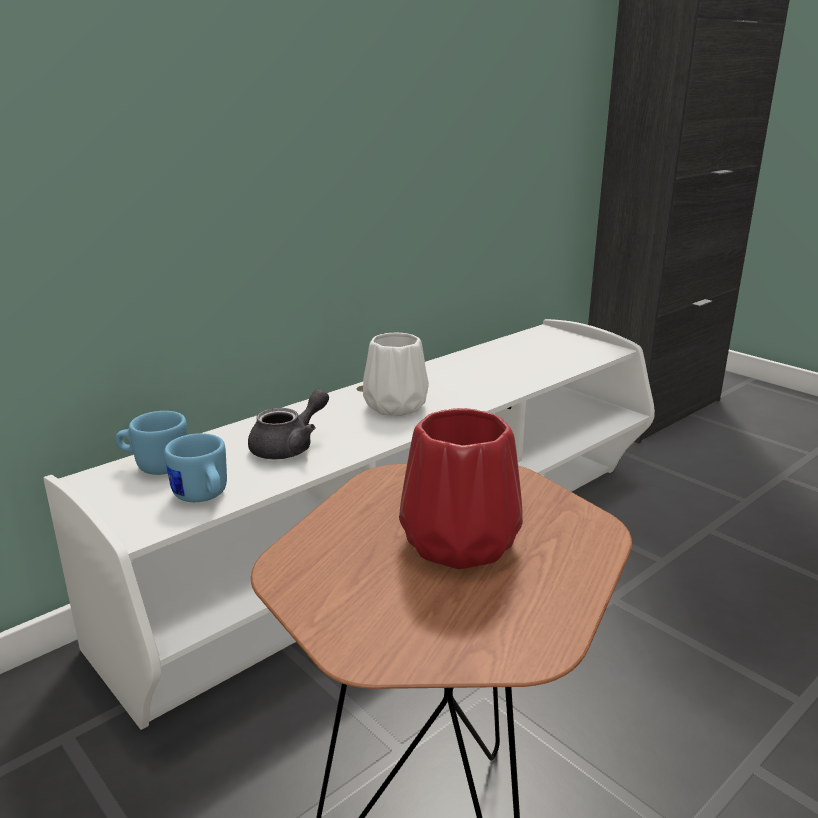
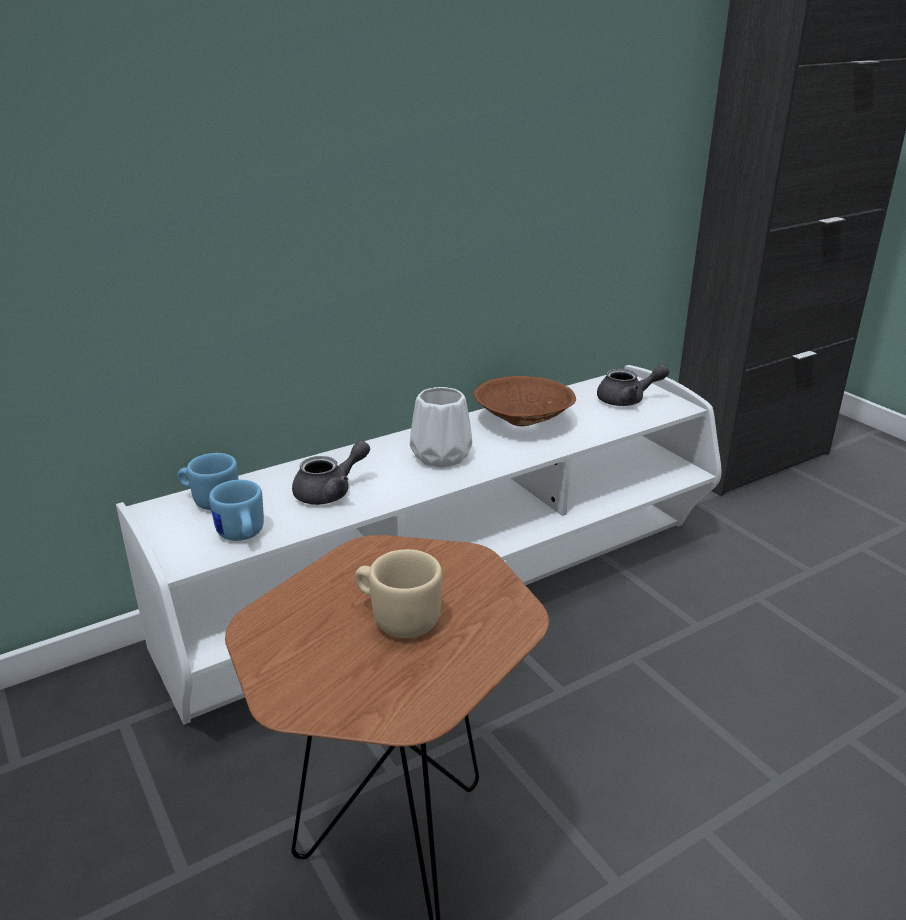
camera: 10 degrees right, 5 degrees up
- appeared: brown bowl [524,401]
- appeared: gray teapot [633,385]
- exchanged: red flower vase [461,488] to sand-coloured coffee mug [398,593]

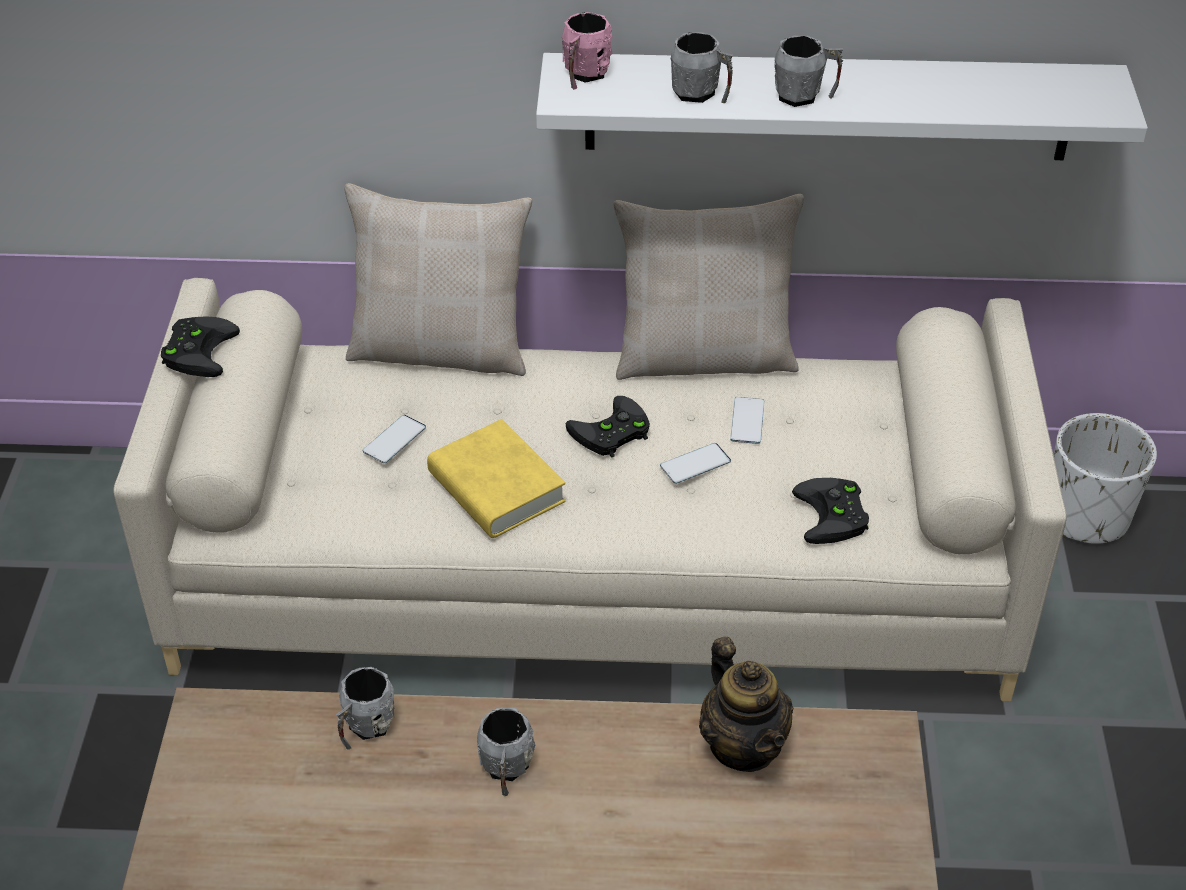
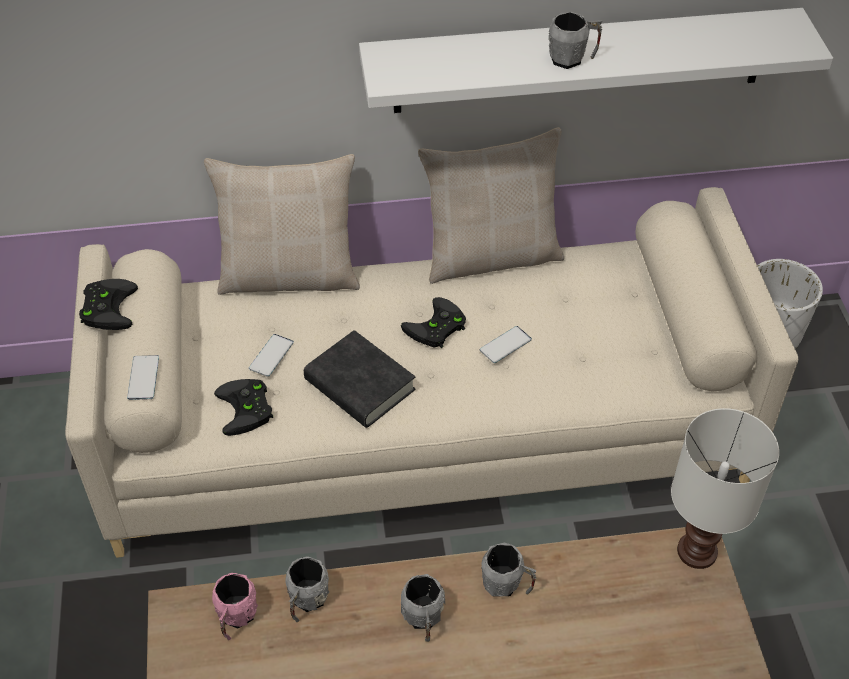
camera: 10 degrees left, 5 degrees up
- missing: teapot [746,704]
- appeared: whitish lamp for a table [725,488]
- relocated: pink coffee mug [587,51] to [235,606]
- relocated: gray coffee mug [702,67] to [509,569]
- relocated: phone [747,420] to [143,377]
- relocated: black joypad [830,511] to [243,407]
- colour: yellow-coloured volume [496,478] to black volume [359,379]

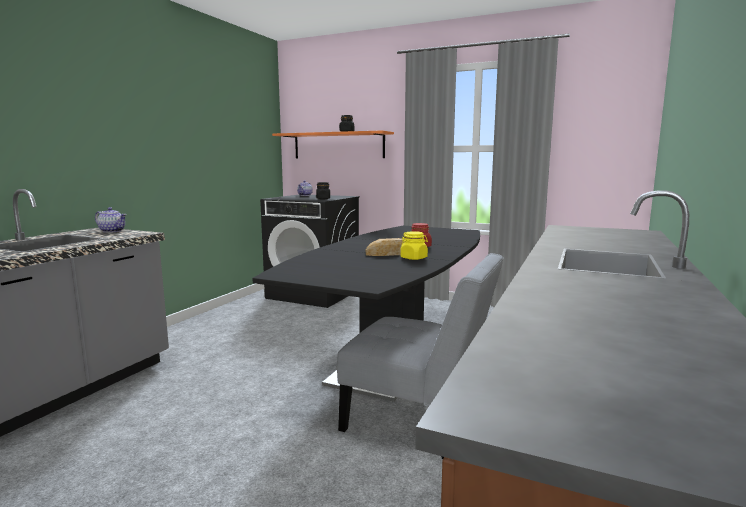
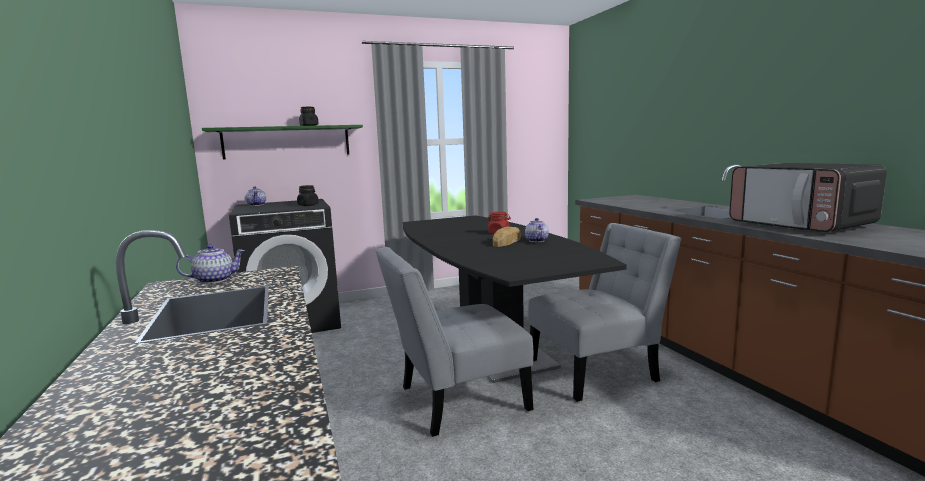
camera: 45 degrees left, 0 degrees up
- appeared: gray upright chair [454,342]
- appeared: microwave [808,197]
- exchanged: yellow-coloured storage jar [414,245] to teapot [537,230]
- colour: orange shelf [333,144] to green shelf [282,142]

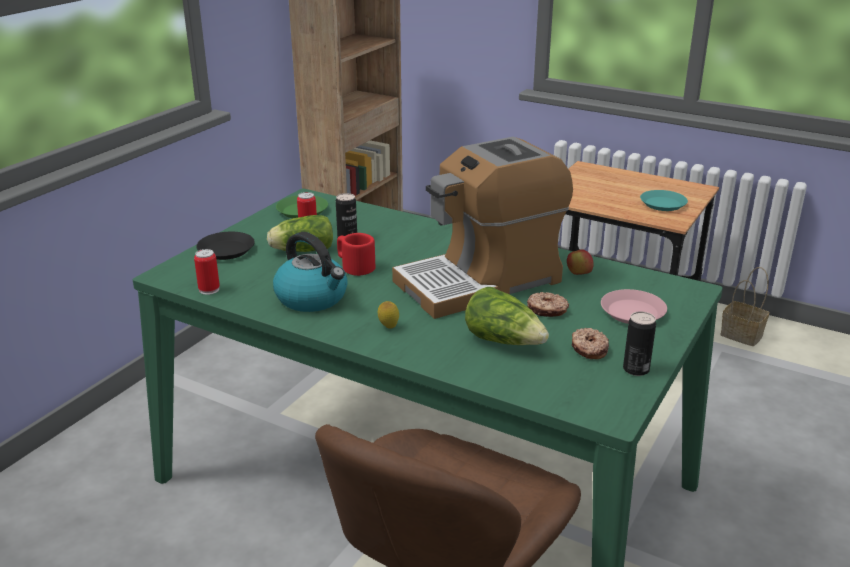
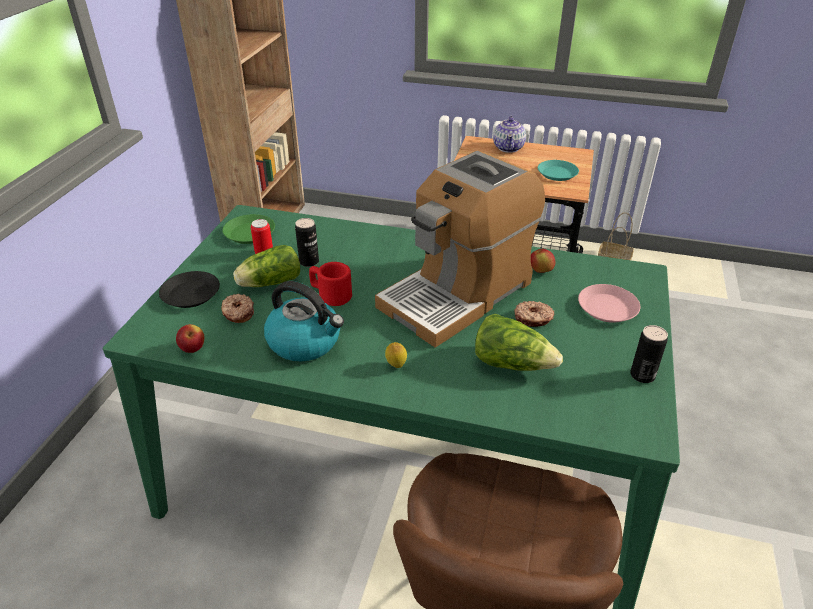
camera: 15 degrees left, 10 degrees up
- appeared: teapot [509,134]
- relocated: doughnut [590,343] to [237,308]
- exchanged: metal can [207,272] to whole apple [190,338]

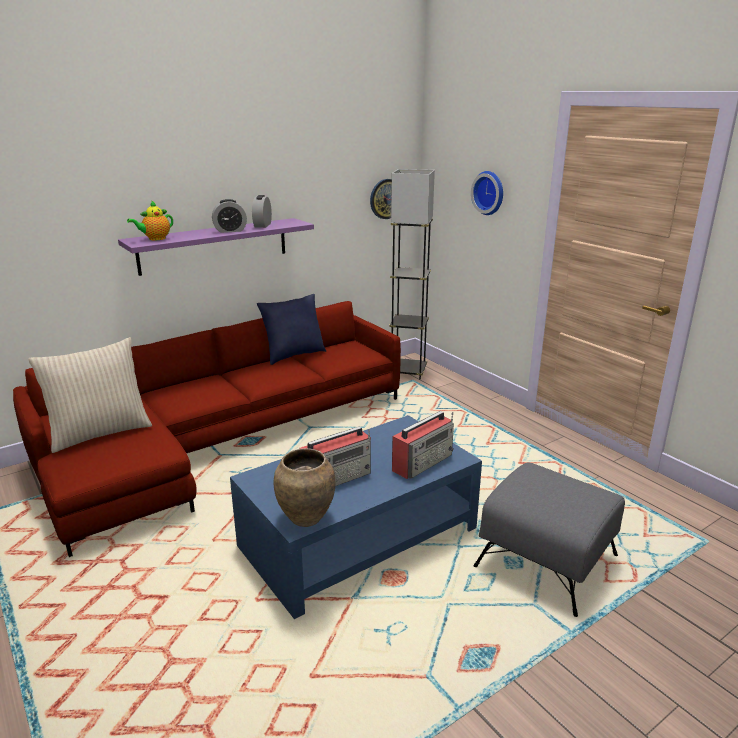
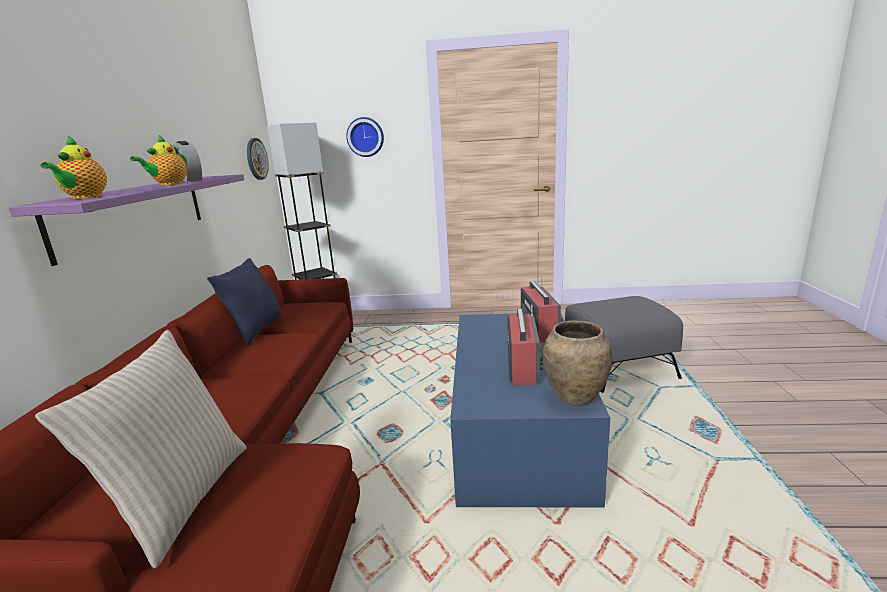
camera: 50 degrees left, 5 degrees down
- exchanged: alarm clock [229,216] to teapot [158,159]

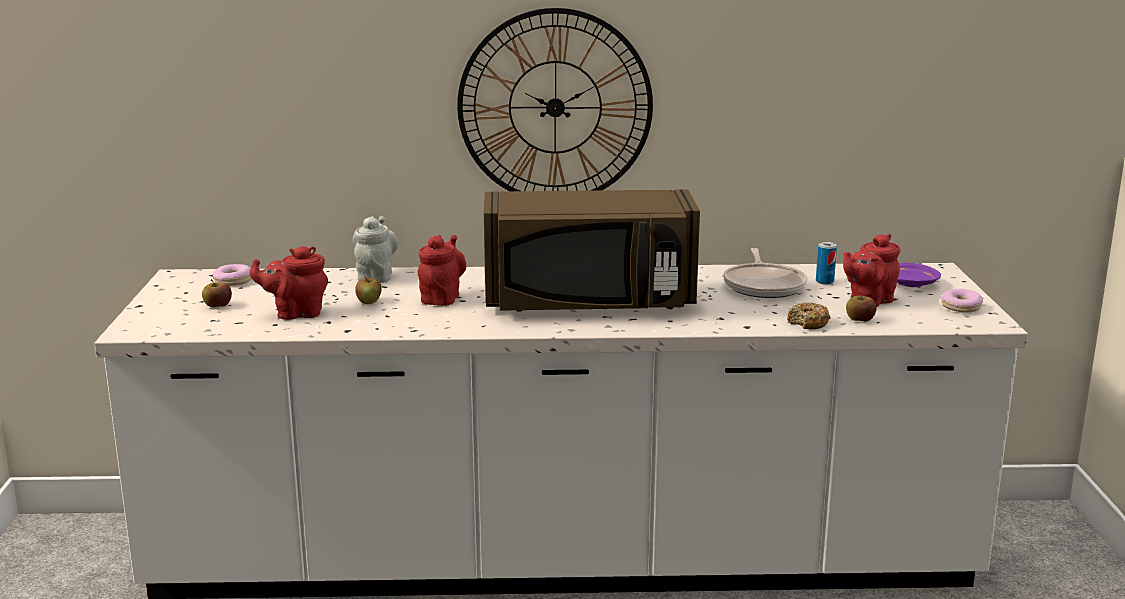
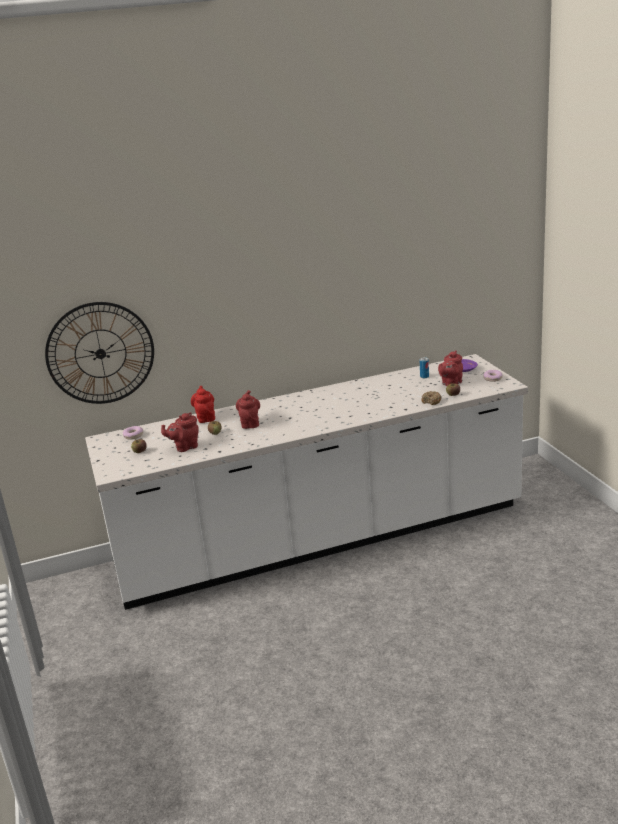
camera: 15 degrees left, 5 degrees up
- missing: brown microwave [592,250]
- missing: pan [765,273]
- relocated: clock on the wall [555,99] to [99,353]
- colour: gray teapot [375,249] to red teapot [203,404]

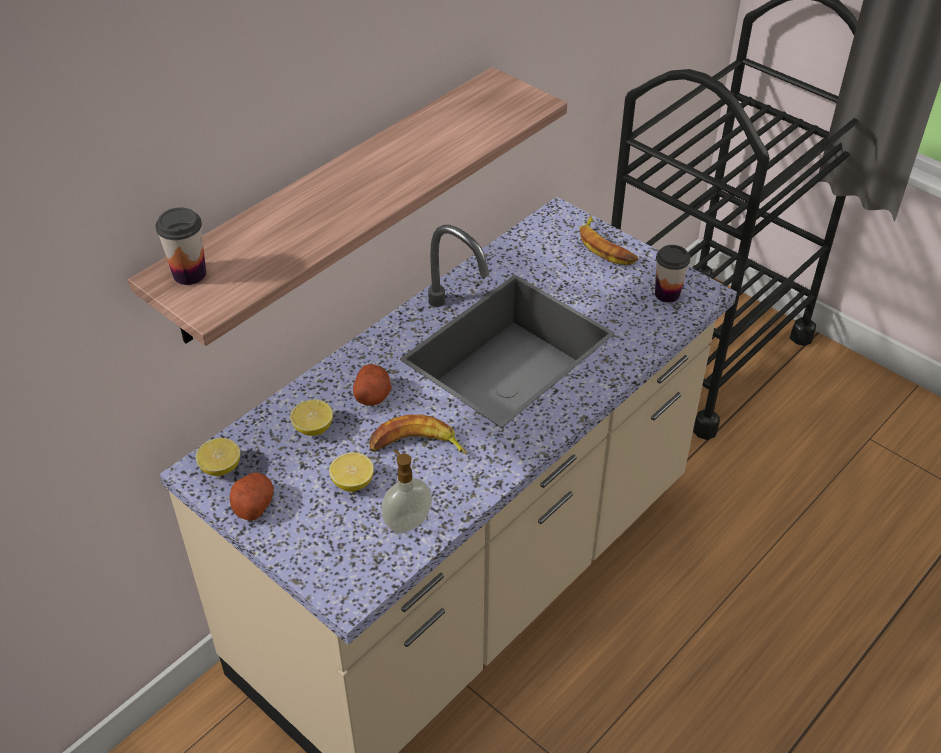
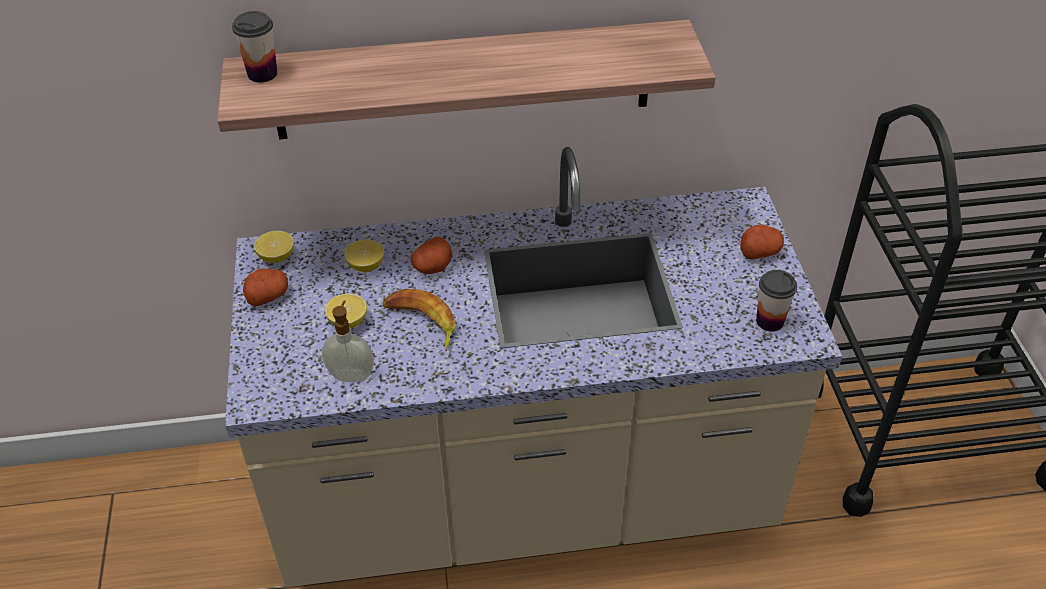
camera: 40 degrees right, 0 degrees up
- exchanged: banana [608,240] to whole potato [762,241]

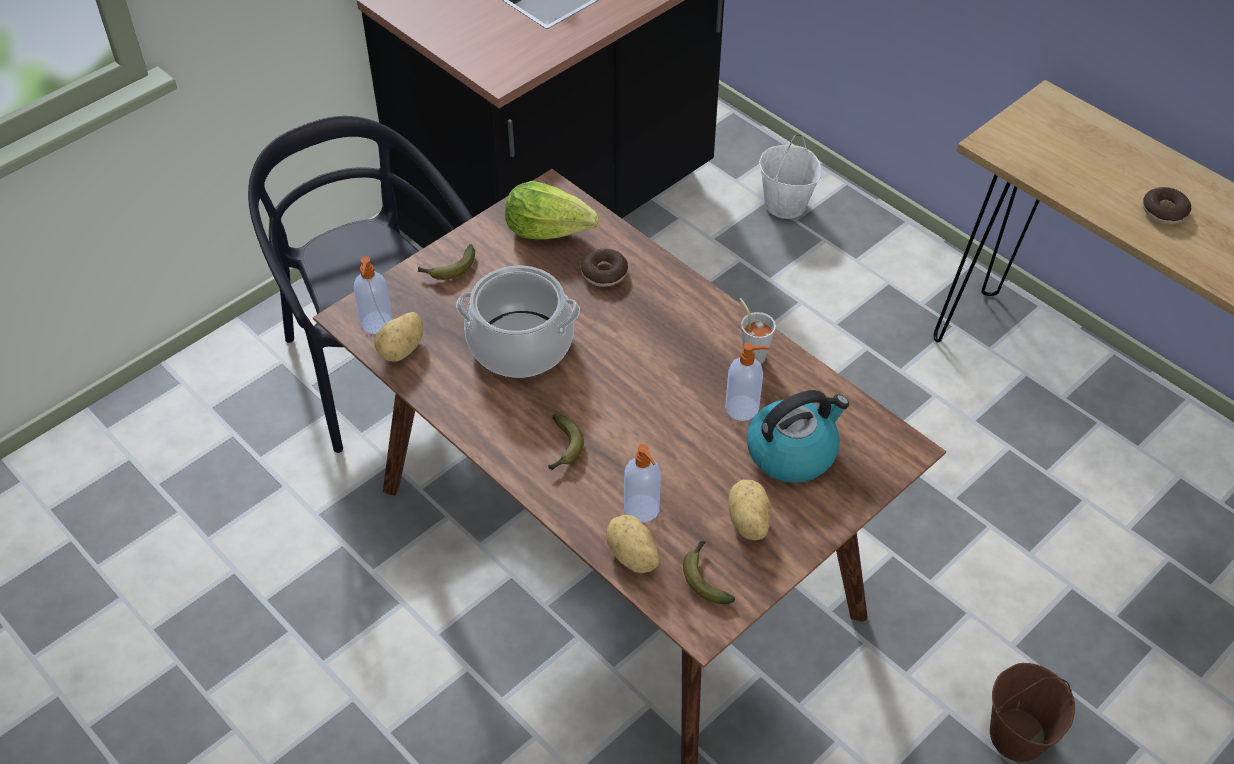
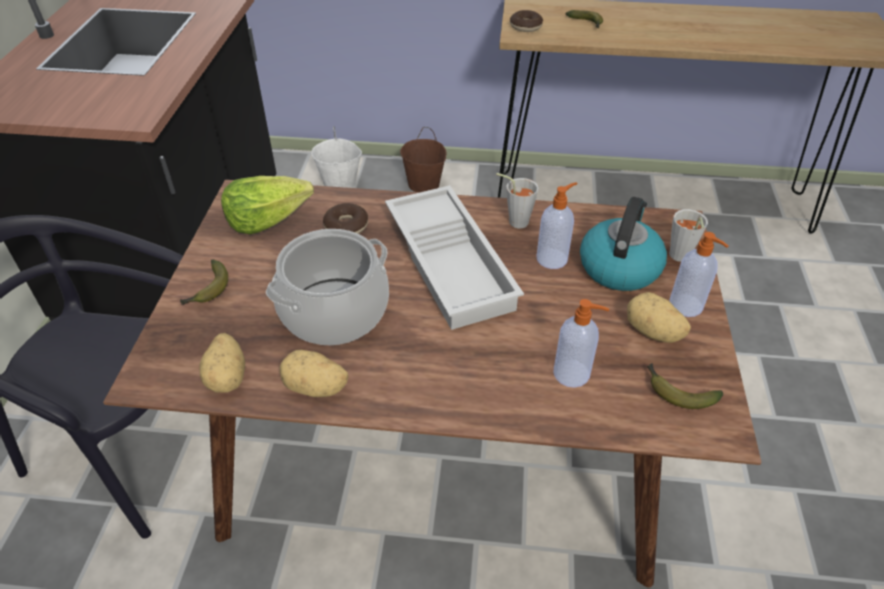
camera: 40 degrees left, 5 degrees down
- appeared: whitish tray [454,257]
- appeared: gray small cup [688,235]
- relocated: soap bottle [373,295] to [698,274]
- relocated: banana [566,442] to [584,19]
- relocated: whole potato [632,544] to [314,373]
- relocated: brown pail [1032,712] to [423,159]
- relocated: doughnut [1167,205] to [526,21]

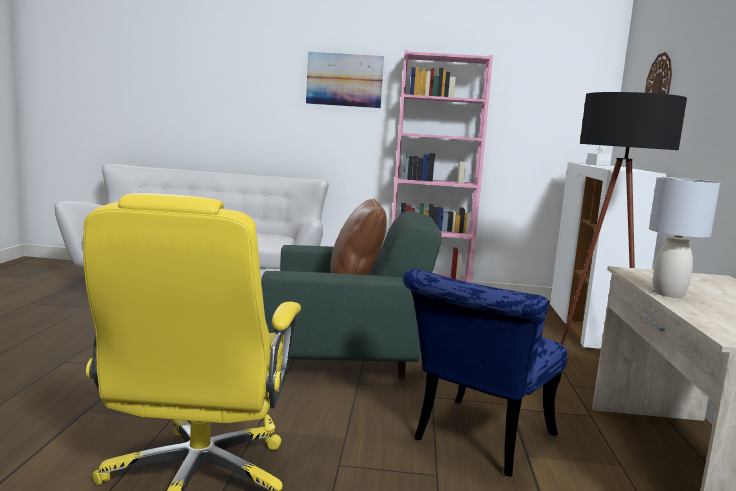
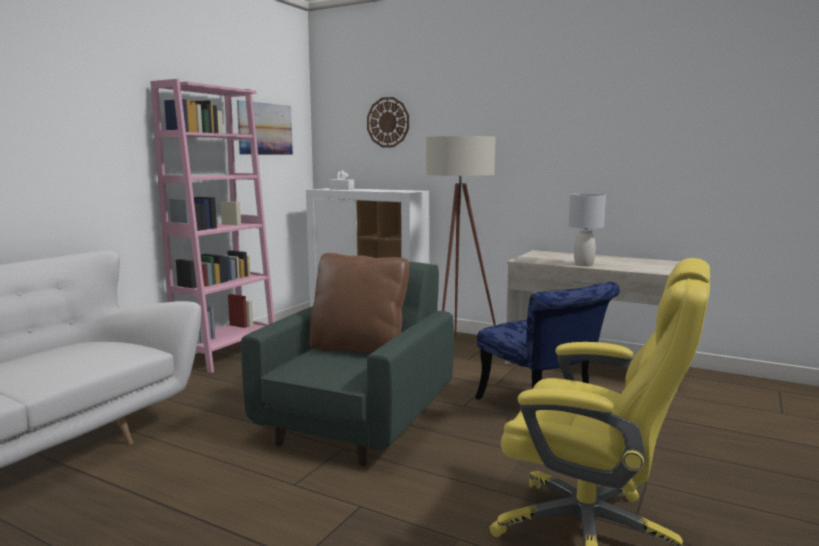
camera: 65 degrees left, 0 degrees up
- relocated: wall art [345,80] to [265,127]
- colour: black standard lamp [623,218] to sand-coloured standard lamp [461,236]

